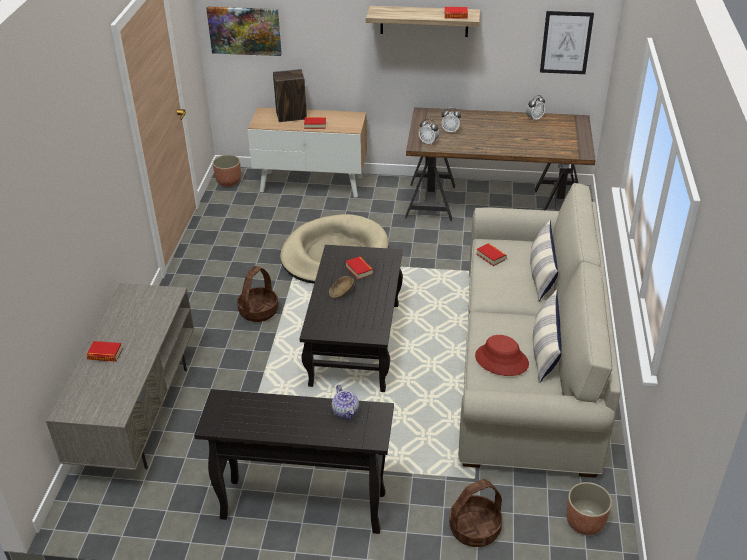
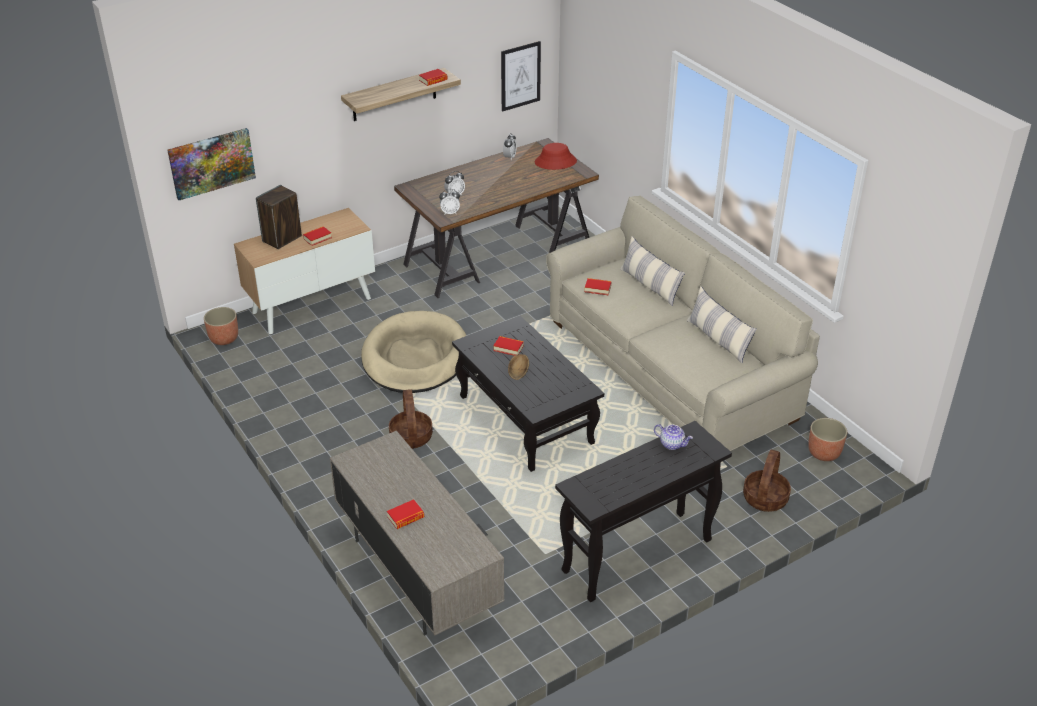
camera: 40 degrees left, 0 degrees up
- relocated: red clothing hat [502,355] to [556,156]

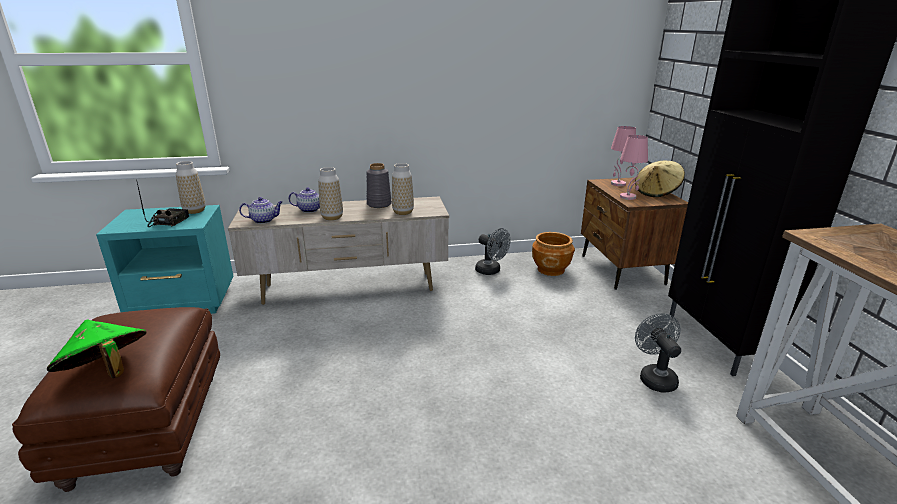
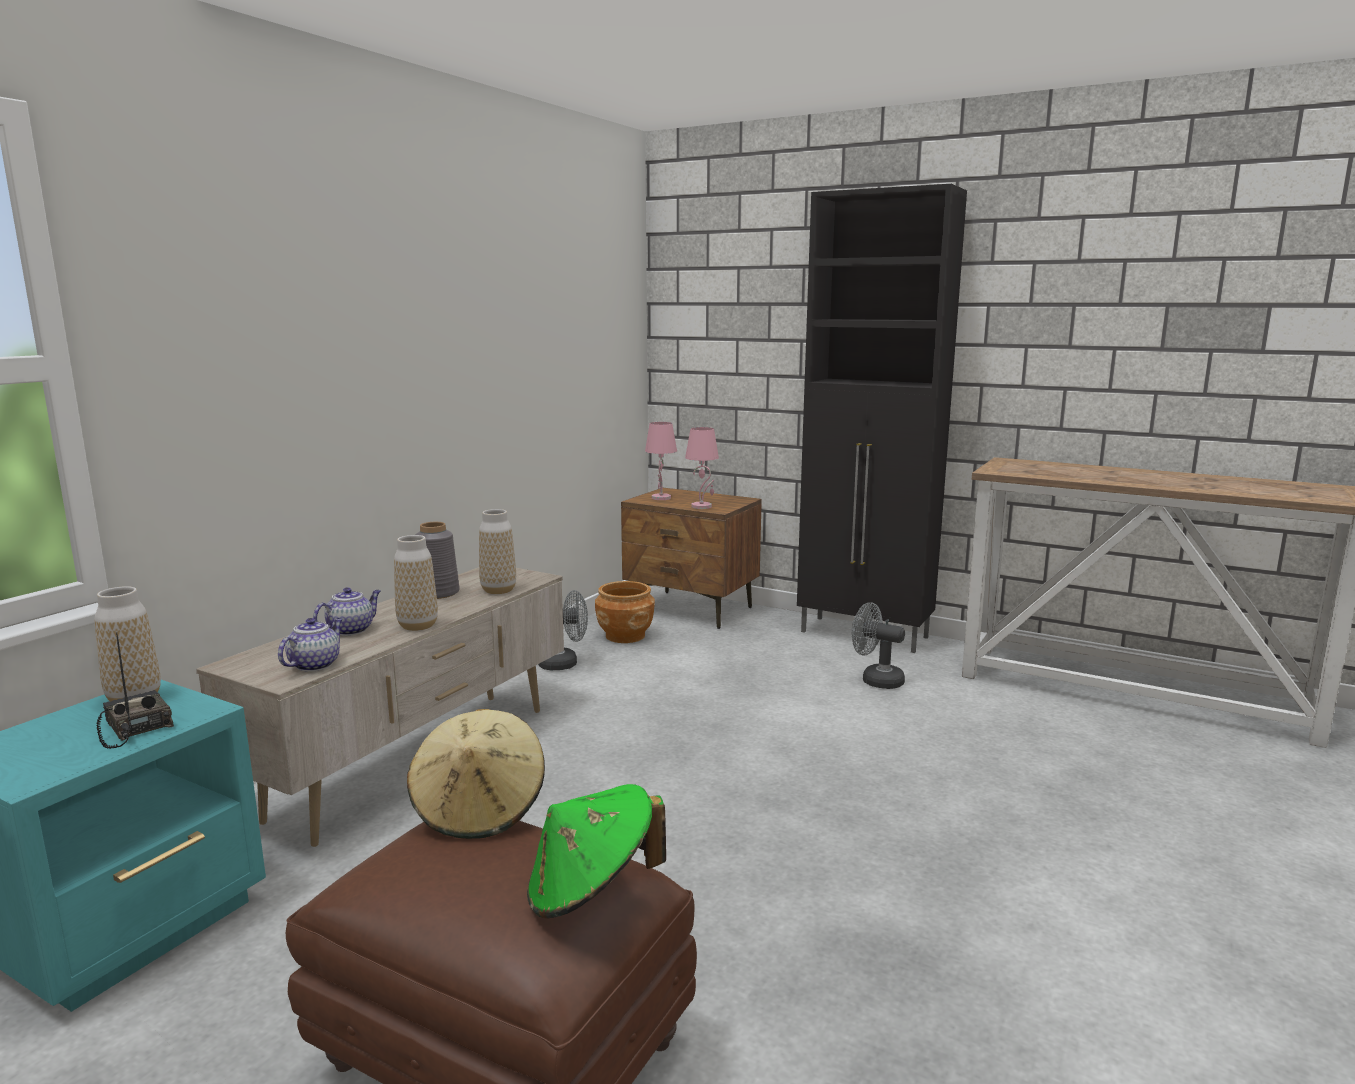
camera: 50 degrees left, 10 degrees down
- relocated: sand-coloured clothing hat [660,179] to [476,774]

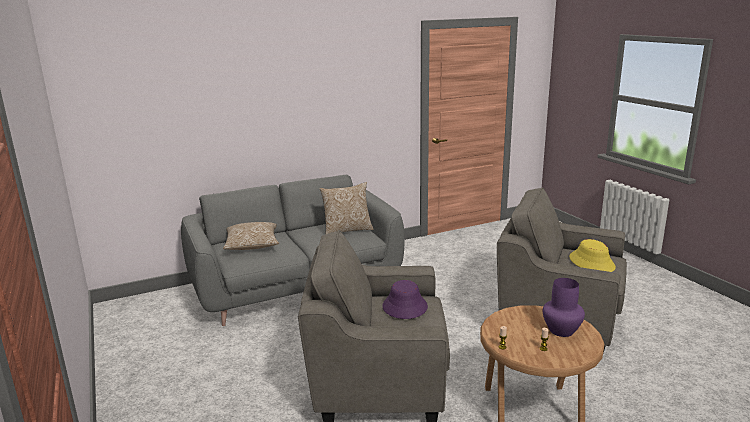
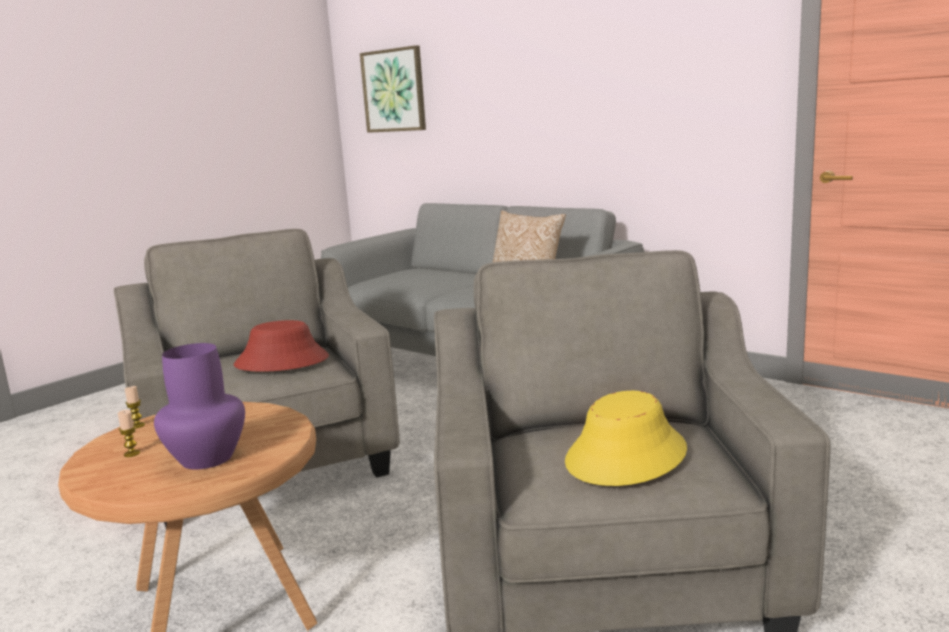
camera: 65 degrees right, 5 degrees down
- missing: throw pillow [251,236]
- appeared: wall art [393,89]
- colour: purple clothing hat [405,299] to red clothing hat [281,346]

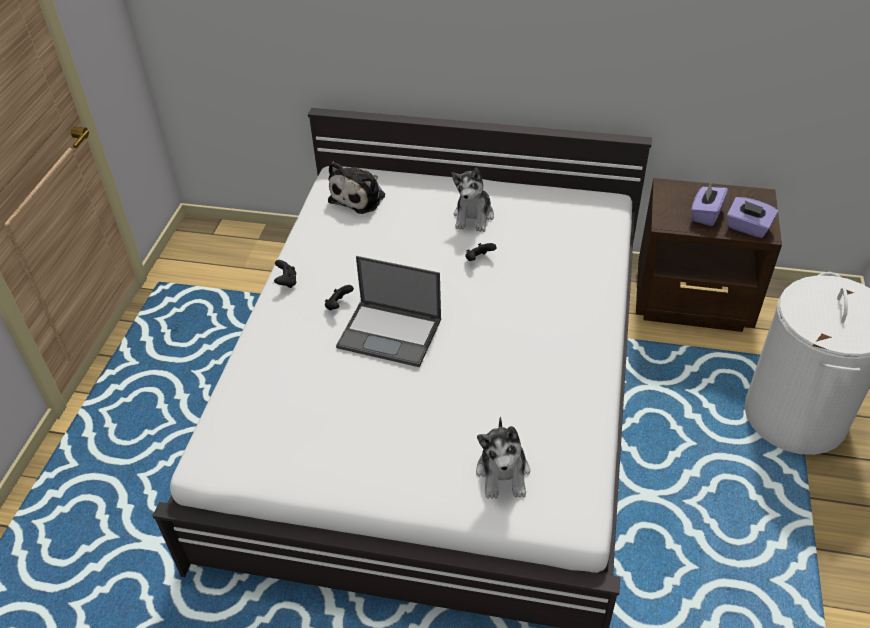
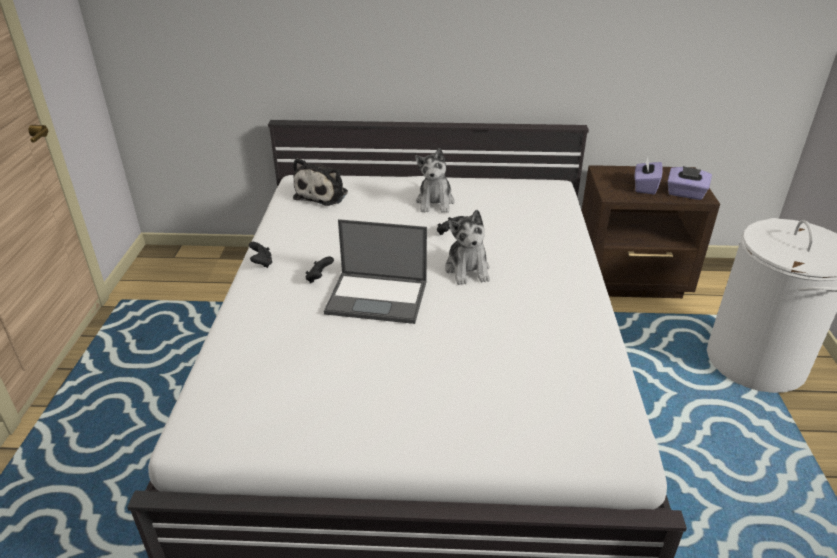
camera: 10 degrees left, 10 degrees down
- relocated: soft toy [503,458] to [467,247]

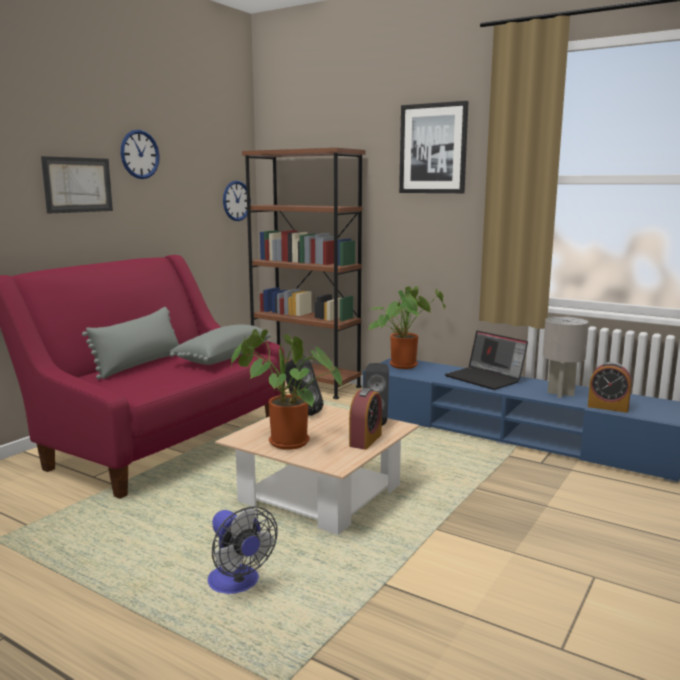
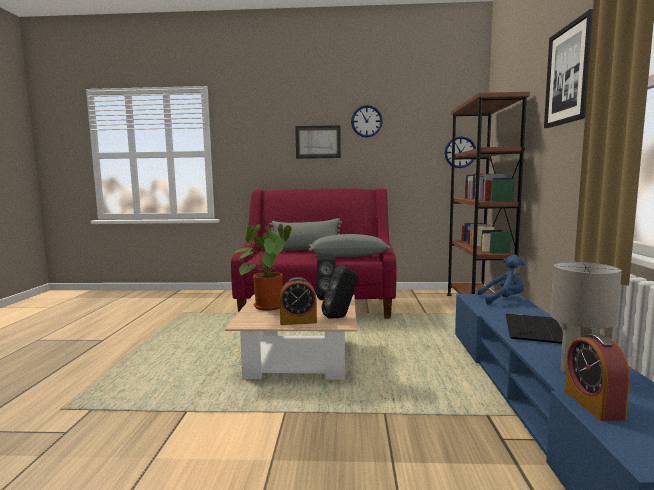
camera: 60 degrees right, 5 degrees down
- missing: electric fan [243,550]
- exchanged: plant in a pot [407,327] to blue-coloured soft toy [501,279]

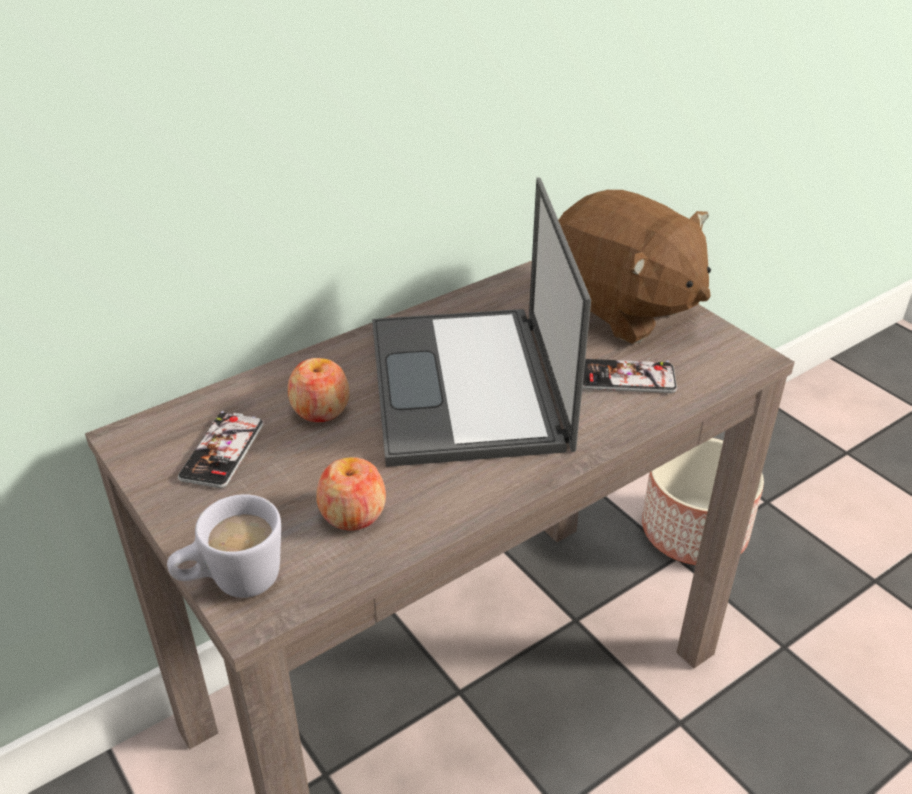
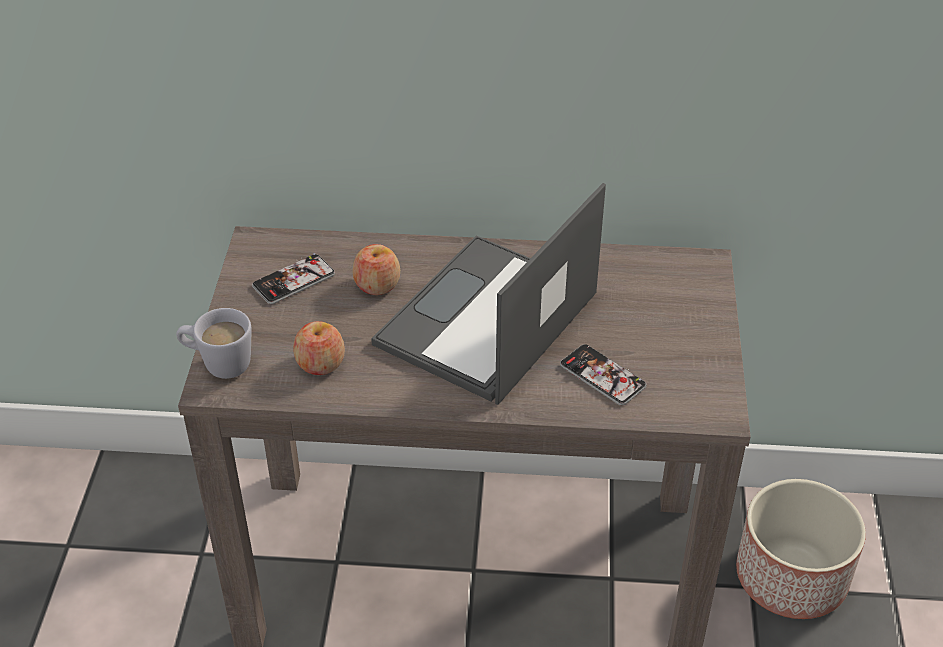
camera: 40 degrees right, 5 degrees up
- missing: brown soft toy [634,267]

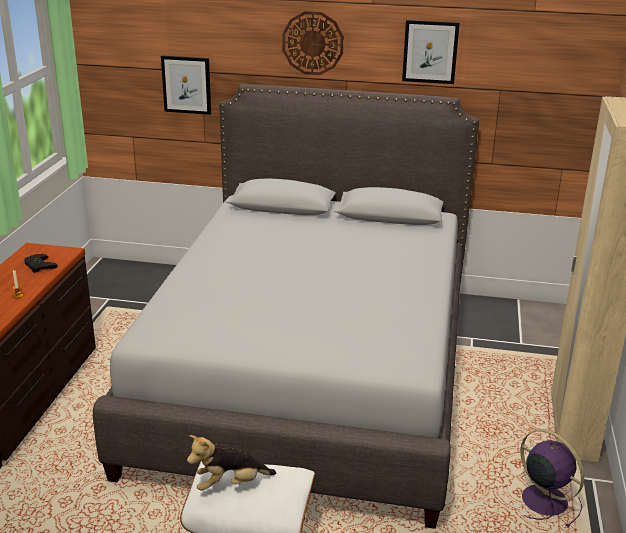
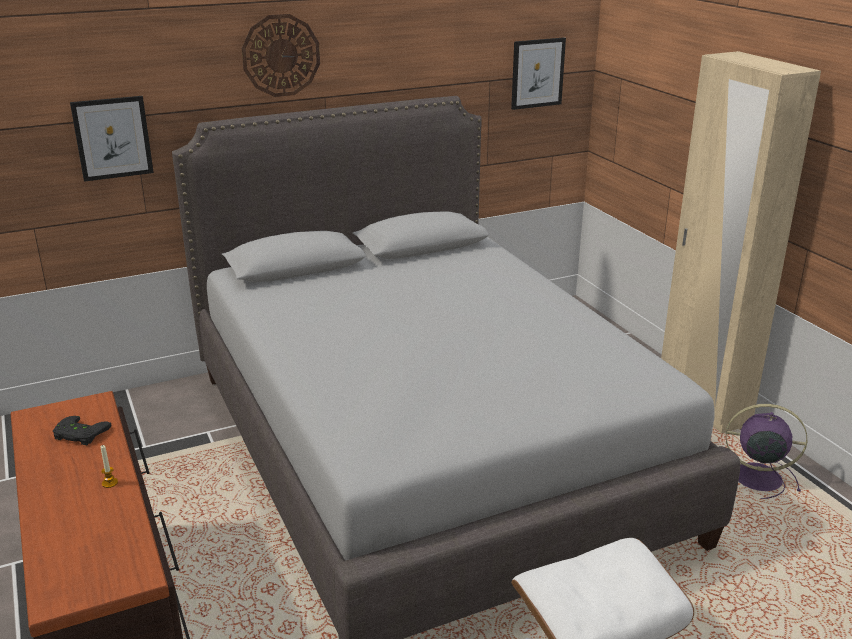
camera: 35 degrees left, 0 degrees up
- missing: soft toy [231,463]
- relocated: wall art [431,52] to [538,73]

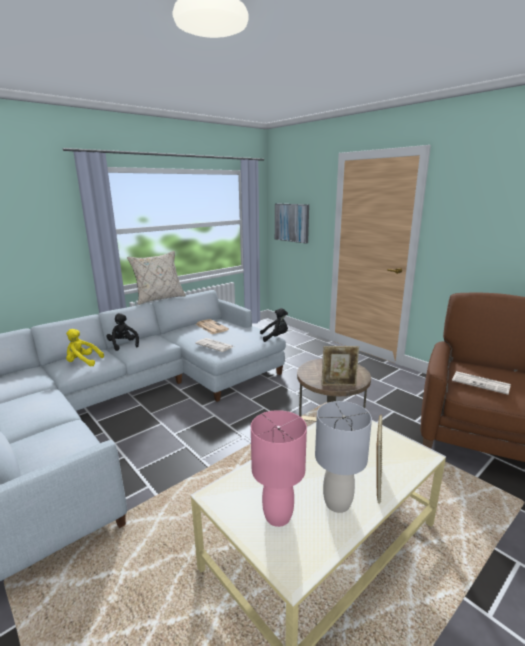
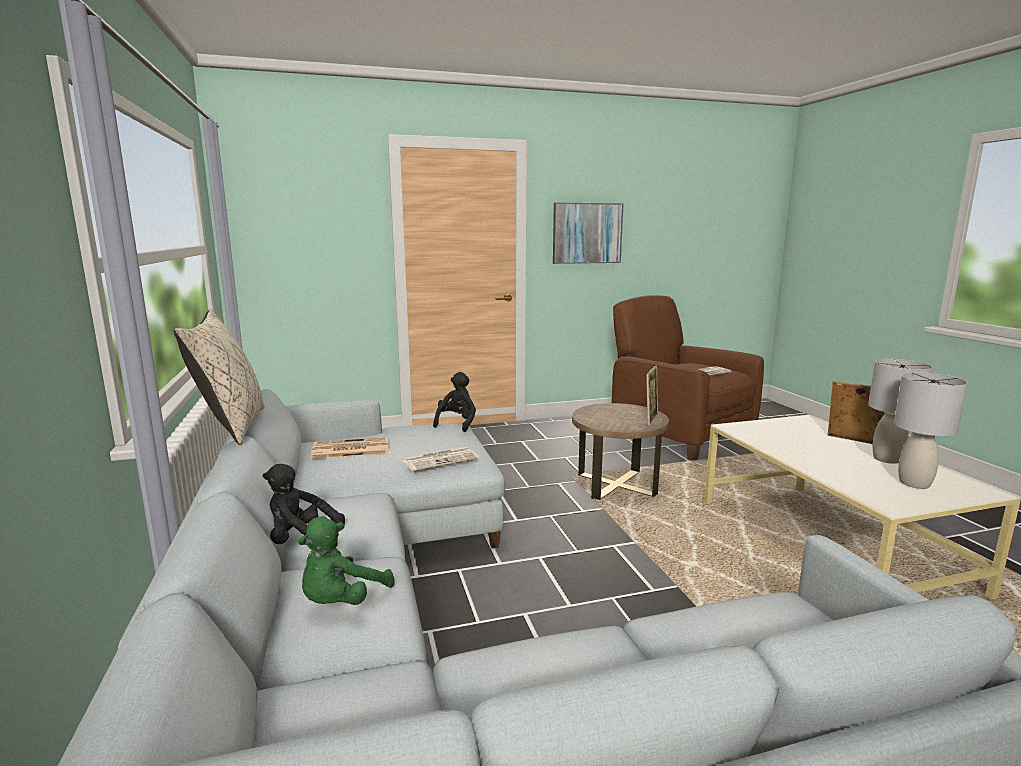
camera: 65 degrees left, 5 degrees down
- relocated: wall art [292,223] to [588,233]
- colour: yellow-coloured soft toy [85,347] to green soft toy [346,560]
- colour: pink lamp for a table [279,468] to gray lamp for a table [931,430]

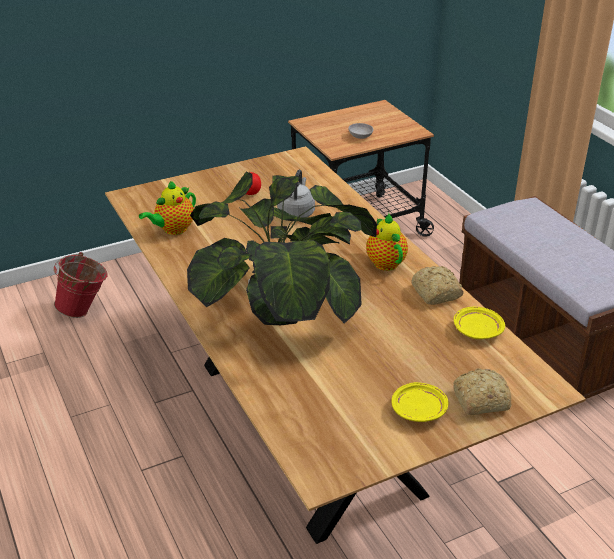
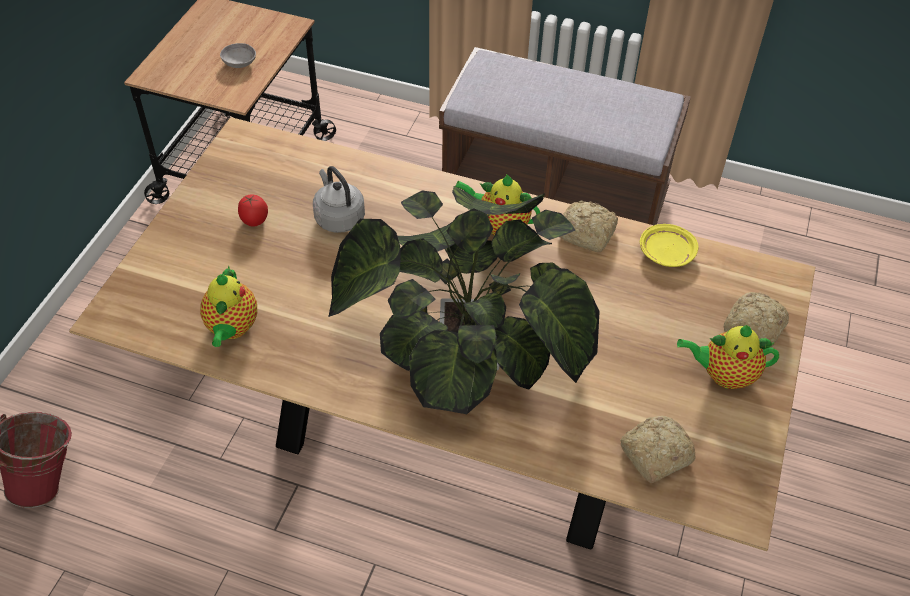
camera: 45 degrees left, 15 degrees up
- appeared: baked bread [658,449]
- exchanged: yellow-coloured dinner plate [419,402] to teapot [728,357]

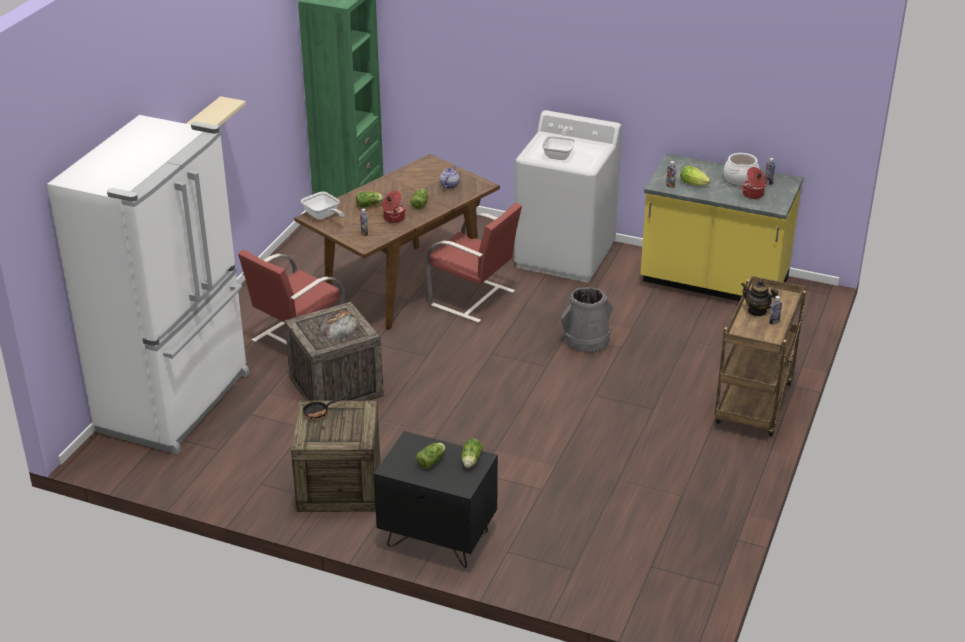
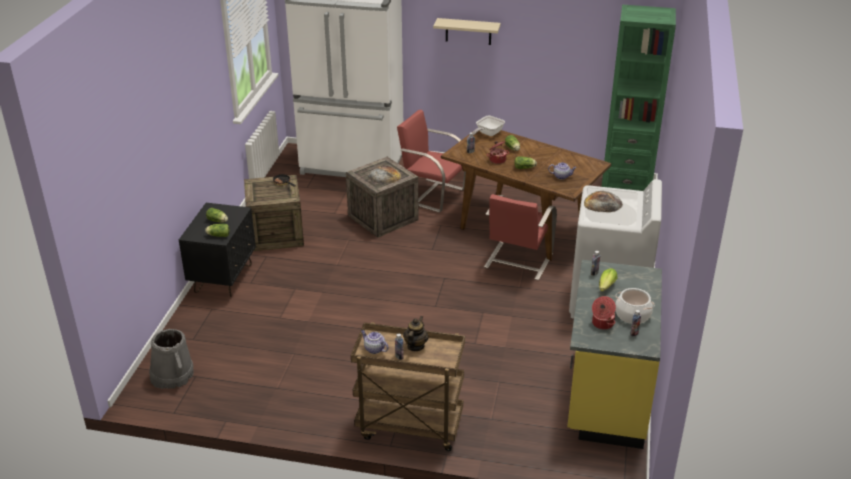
camera: 80 degrees right, 0 degrees up
- appeared: teapot [374,342]
- relocated: gray pail [587,319] to [171,359]
- exchanged: pan [559,143] to baked bread [603,201]

